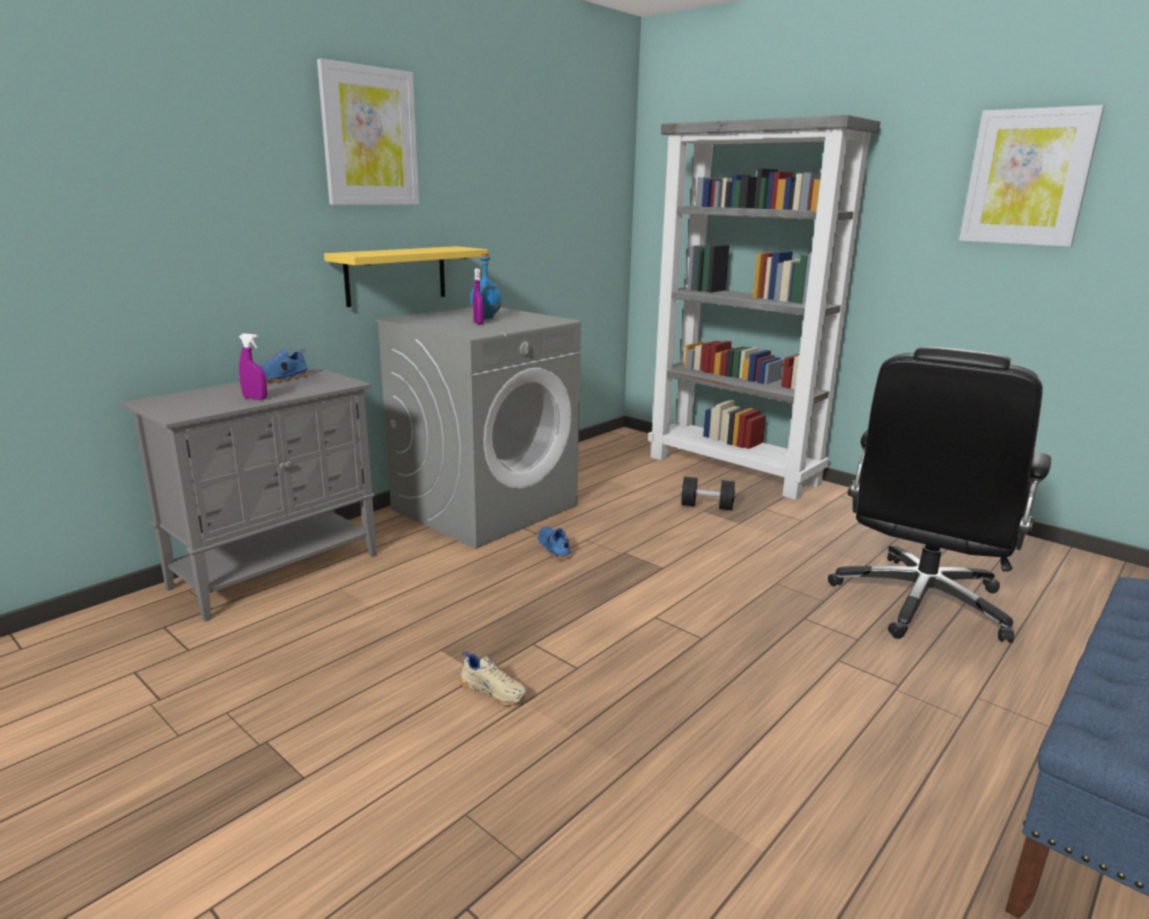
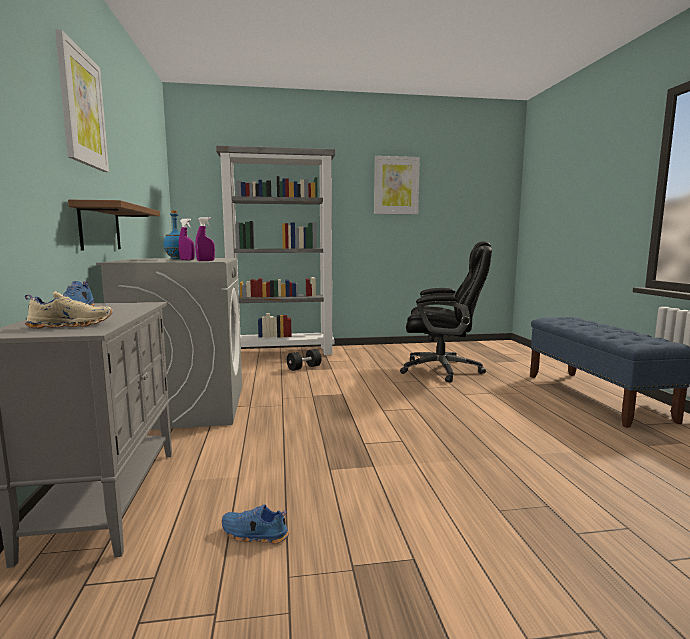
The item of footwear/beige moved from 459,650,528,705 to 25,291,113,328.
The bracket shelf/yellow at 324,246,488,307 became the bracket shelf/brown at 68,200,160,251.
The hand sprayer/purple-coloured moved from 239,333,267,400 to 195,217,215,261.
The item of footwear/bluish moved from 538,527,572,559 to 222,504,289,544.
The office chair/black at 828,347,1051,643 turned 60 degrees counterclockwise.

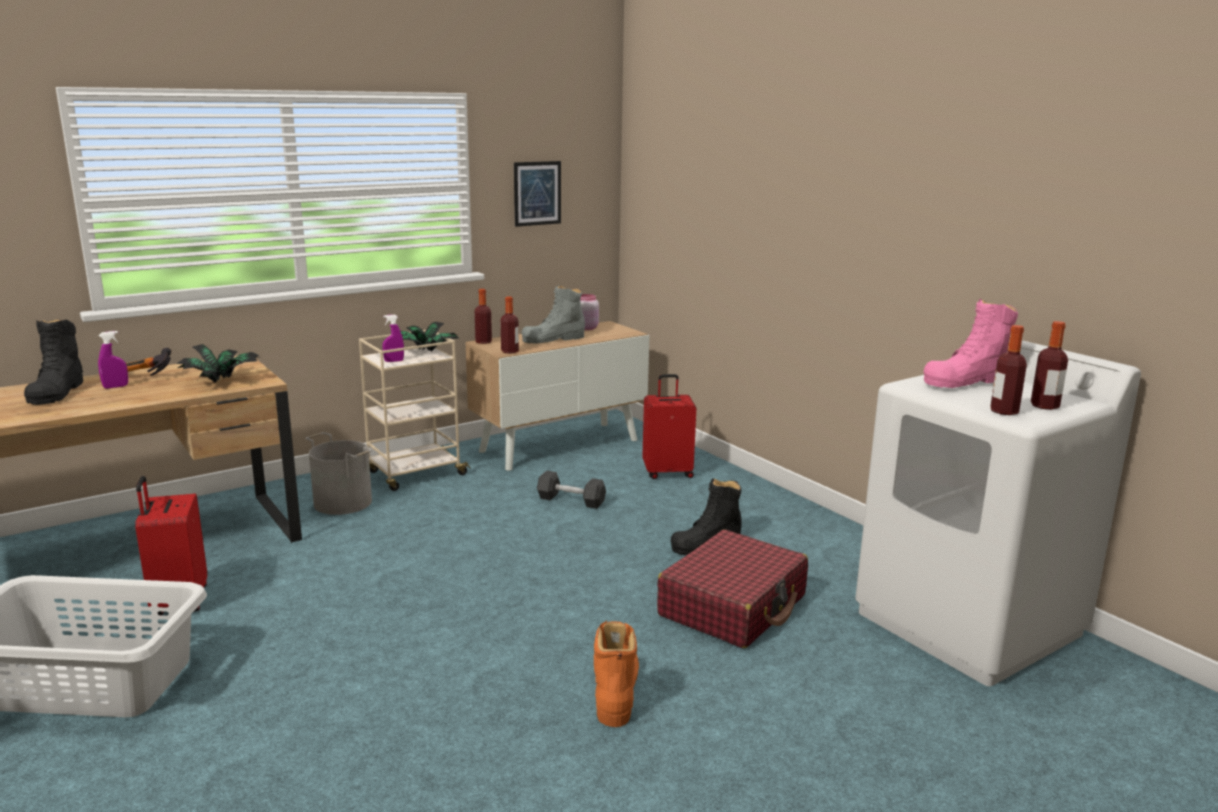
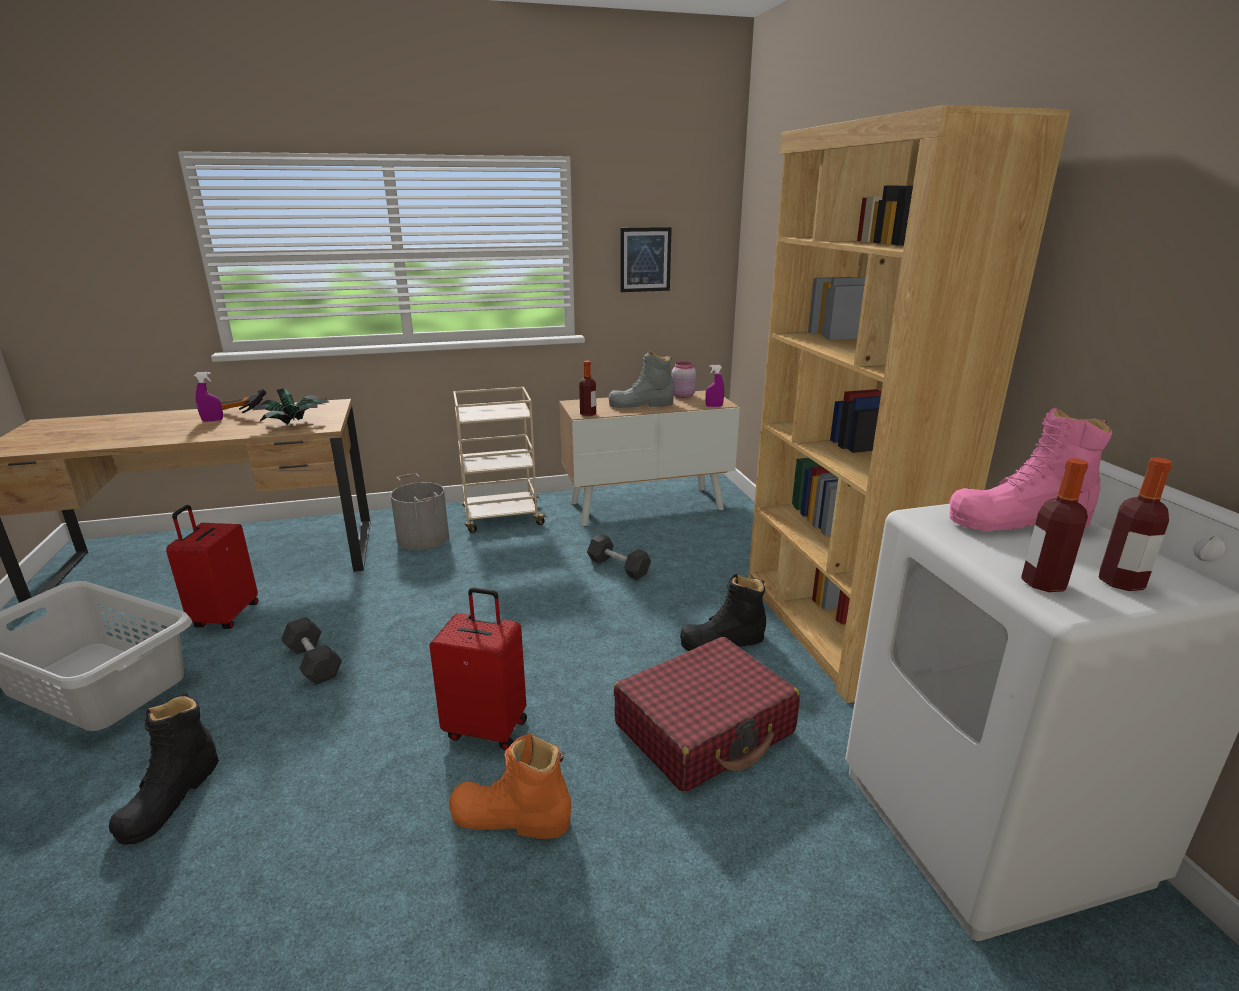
The tall boot/black moved from 24,319,83,405 to 109,694,219,845.
The hand weight/gray at 281,617,342,685 appeared.
The suitcase/reddish moved from 642,374,696,479 to 429,587,527,750.
The tall boot/orange at 594,621,639,727 turned 105 degrees counterclockwise.
The hand sprayer/purple-coloured moved from 383,315,404,362 to 706,365,724,407.
The bookshelf/brown at 748,105,1071,703 appeared.
The potted plant at 401,322,459,352 disappeared.
The bottle at 475,289,492,344 disappeared.

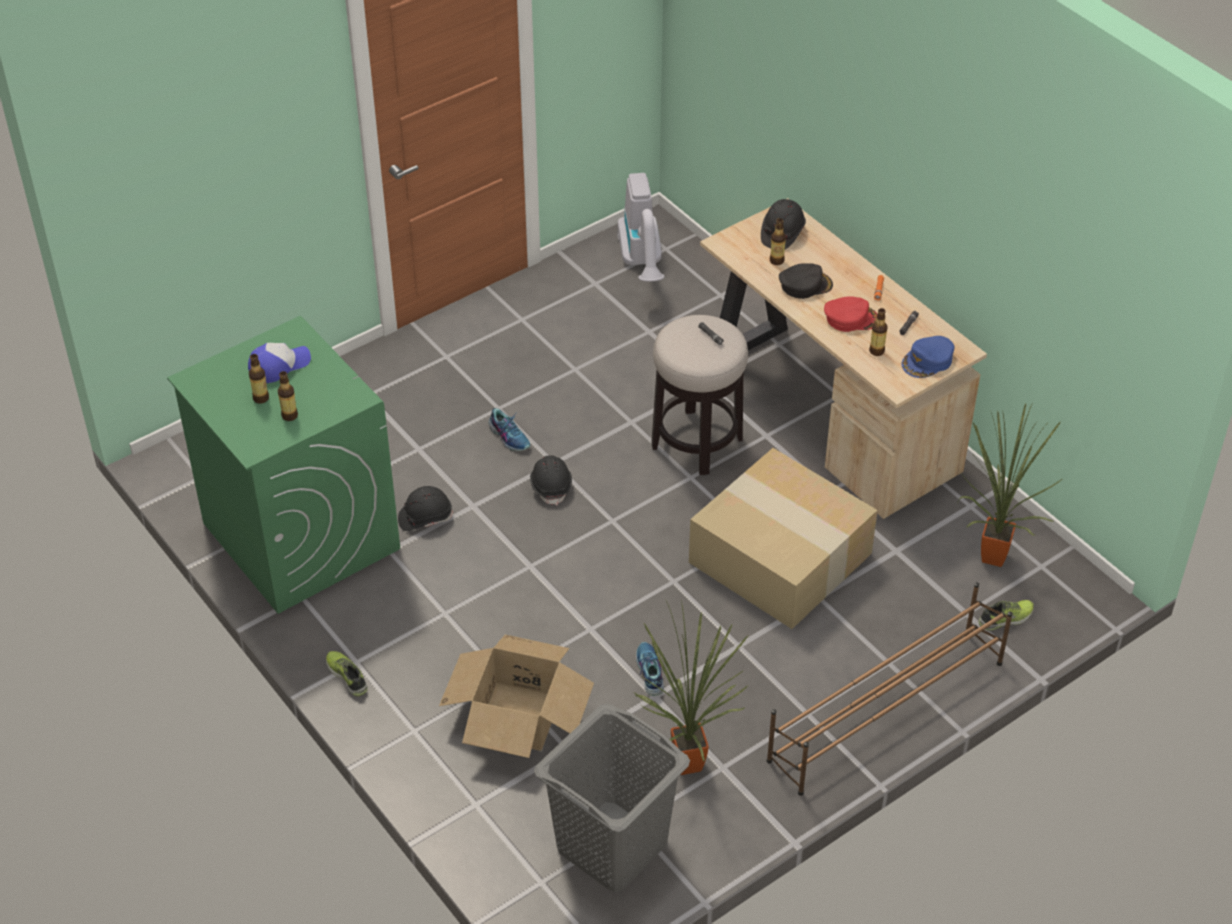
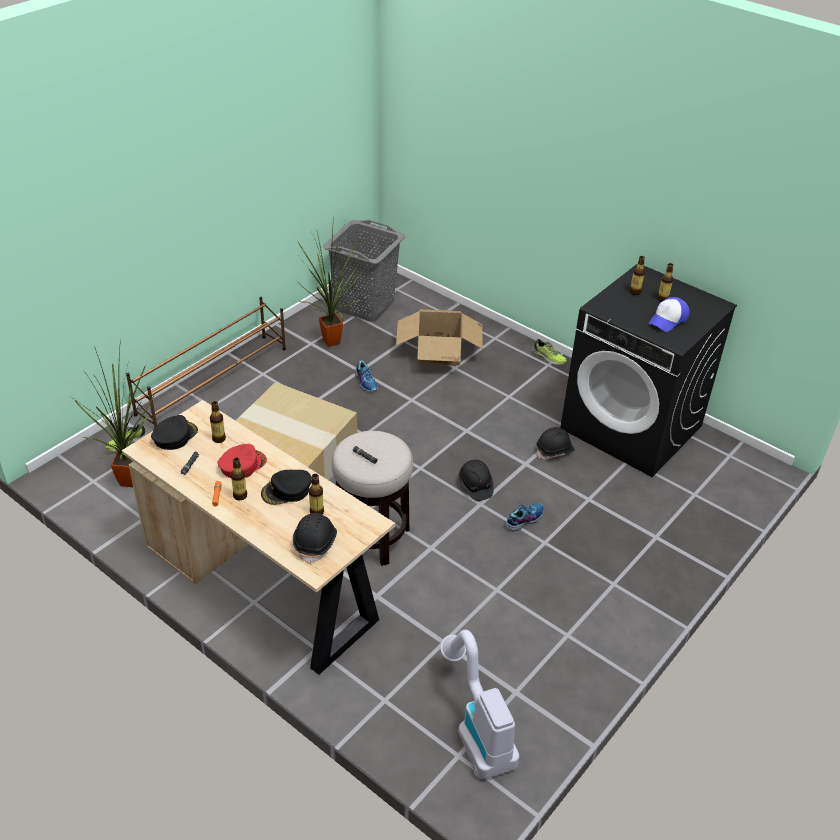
The cap/bluish at 902,336,955,378 became the cap/black at 151,415,198,450.
The cap/reddish at 824,296,878,332 turned 150 degrees clockwise.
The bottle at 231,457,247,500 appeared.
The item of footwear at 488,408,531,451 turned 105 degrees clockwise.
The laundry appliance/green-coloured at 167,316,400,614 became the laundry appliance/black at 560,263,737,477.

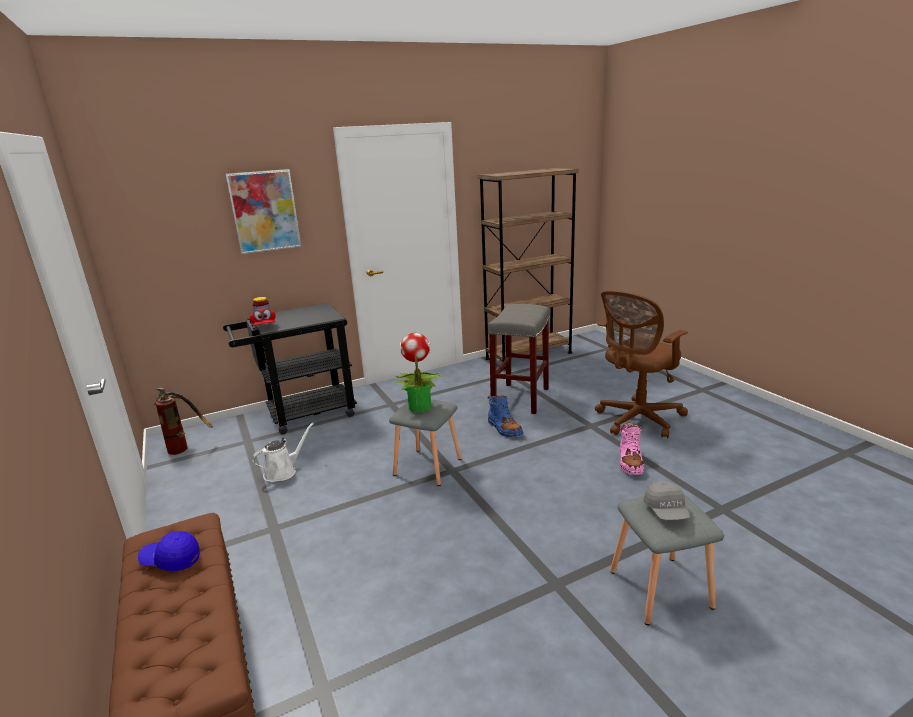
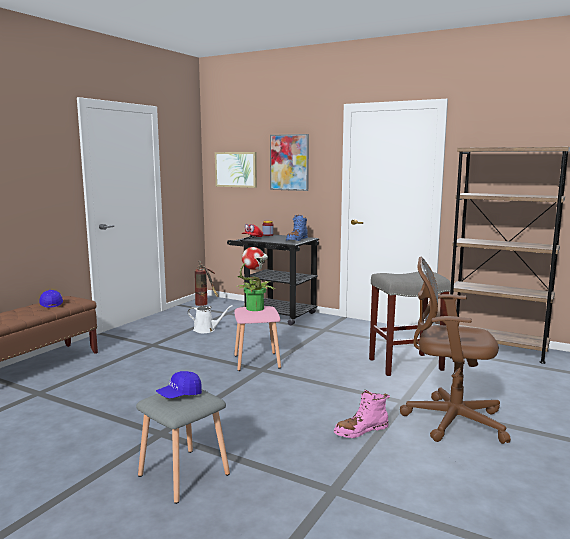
The cap/gray at 644,481,690,520 became the cap/bluish at 156,371,202,399.
The wall picture at 215,152,257,188 appeared.
The stool seat/gray at 389,399,462,486 became the stool seat/pink-coloured at 234,306,281,371.
The tall boot/bluish moved from 487,395,523,437 to 286,215,308,241.

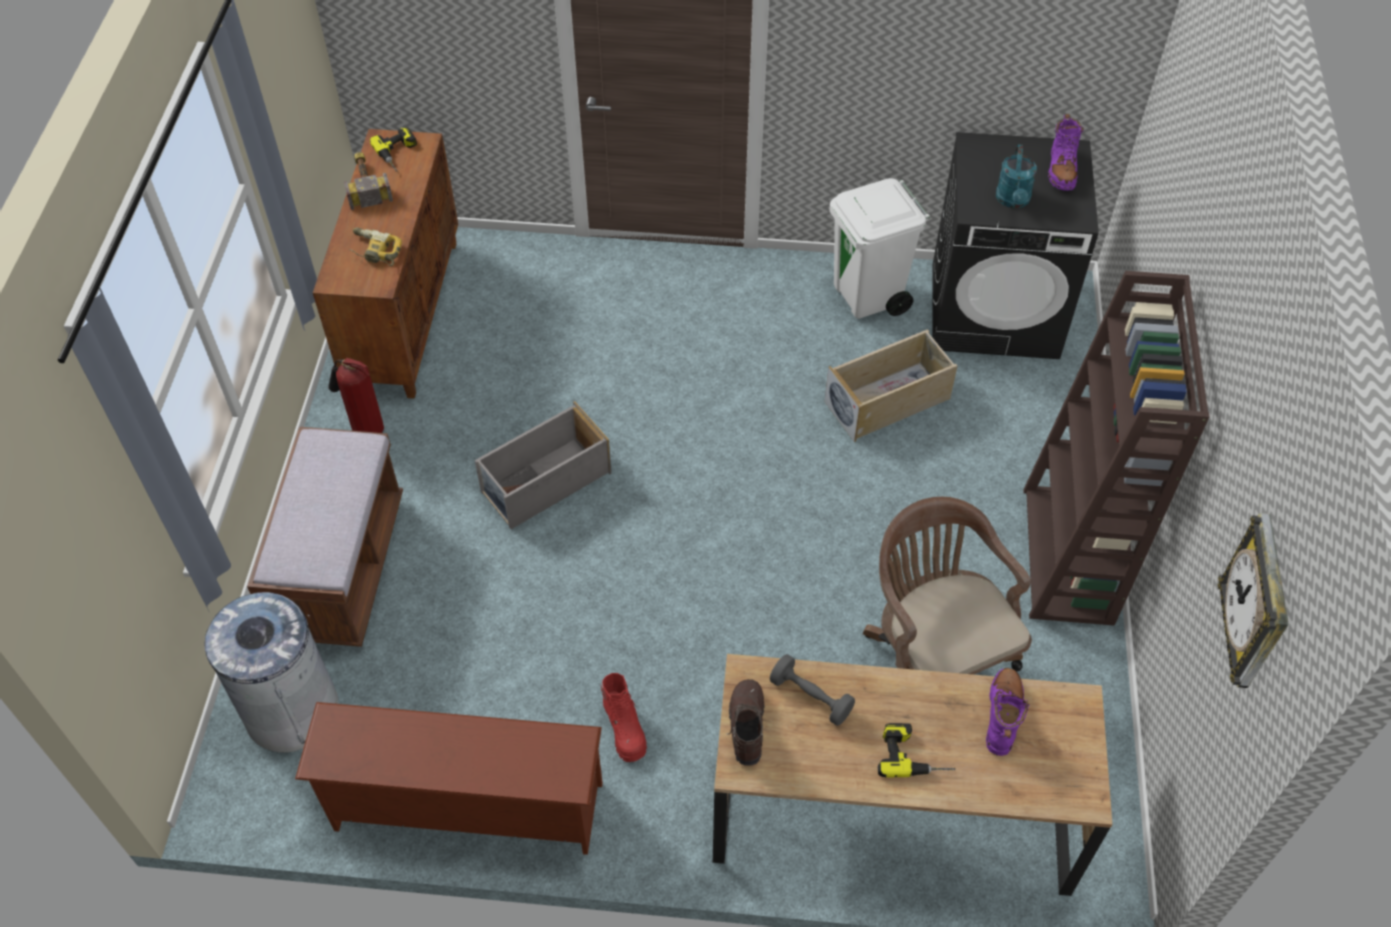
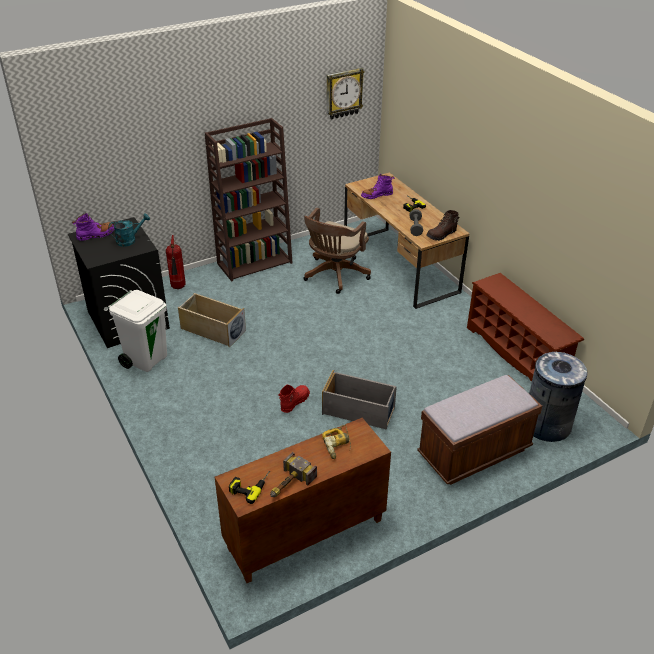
The extinguisher moved from 328,358,384,433 to 166,235,186,289.
The tall boot/reddish moved from 601,673,647,762 to 278,385,310,413.

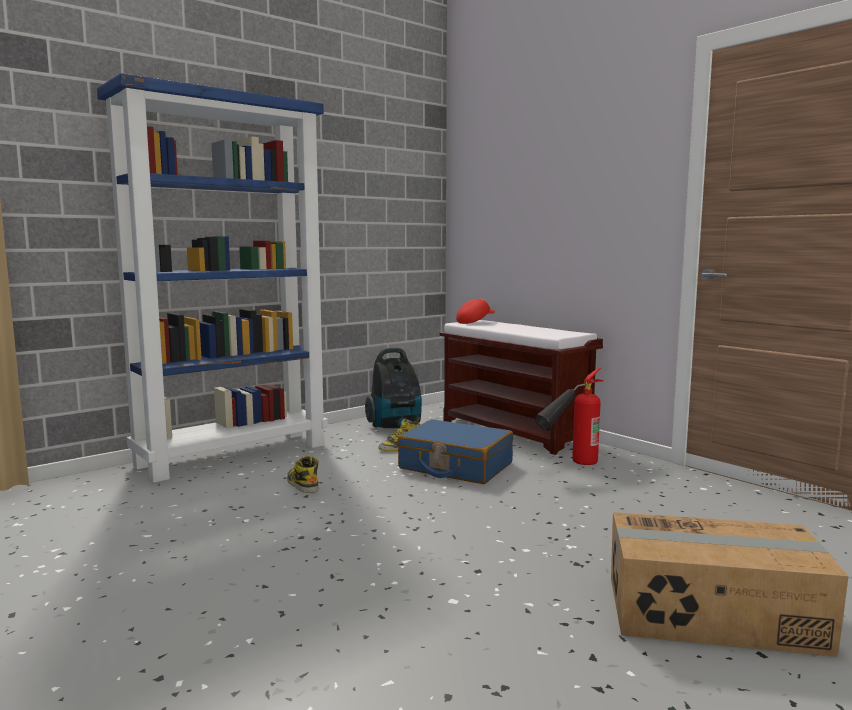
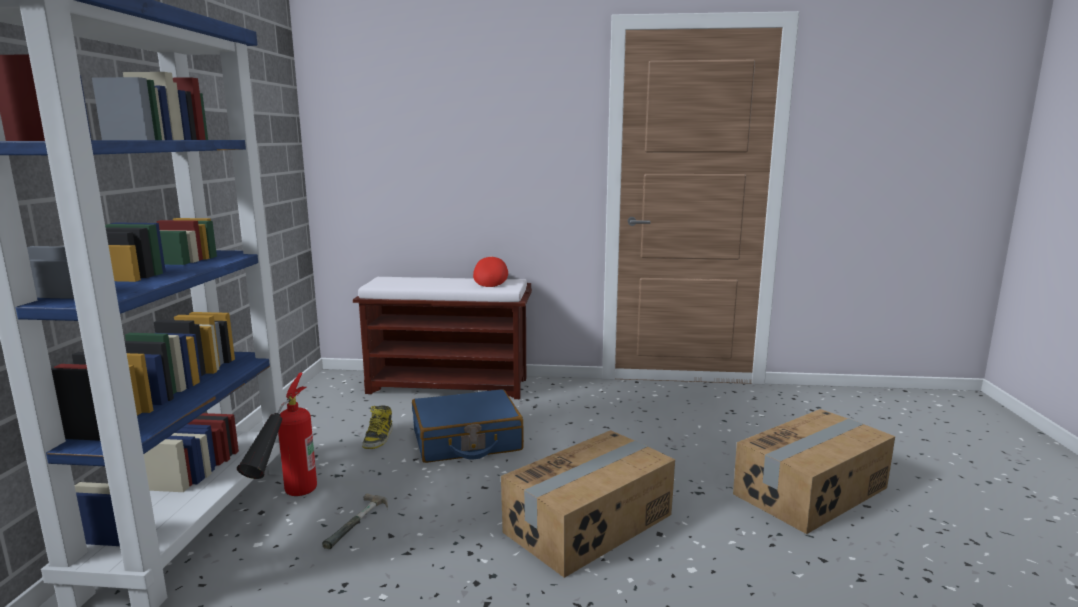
The extinguisher moved from 534,367,603,465 to 237,372,317,496.
The tall boot at 287,456,319,493 was replaced by the tool hammer at 322,493,388,549.
The cap/reddish moved from 456,299,495,324 to 473,256,508,287.
The carton at 501,430,675,578 appeared.
The vacuum cleaner at 365,348,422,428 disappeared.

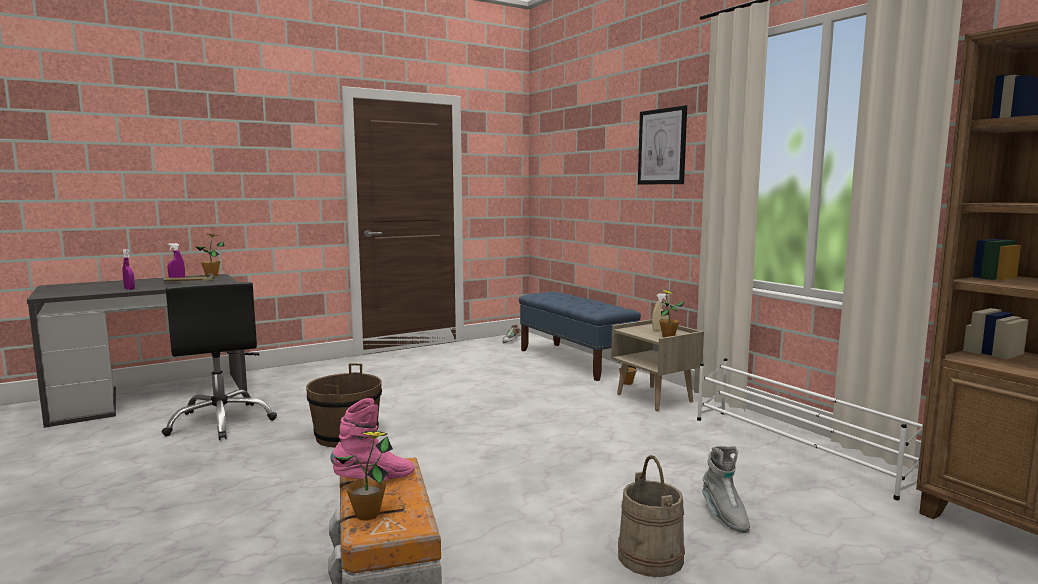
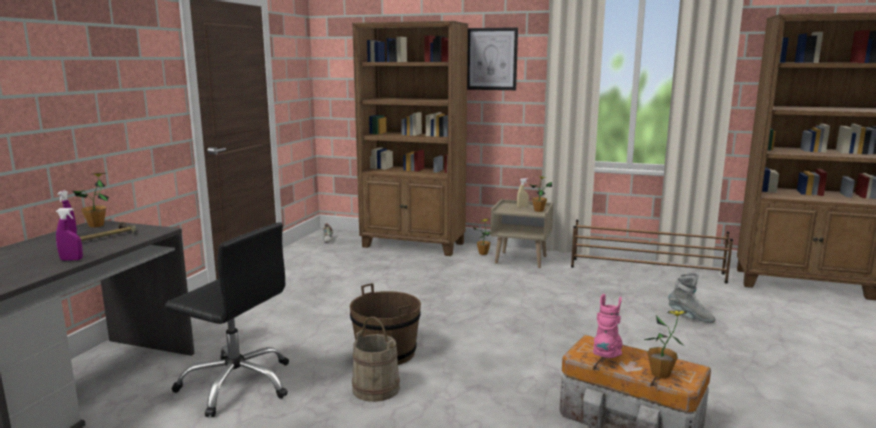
The long seat/bluish at 519,292,641,381 was replaced by the bookshelf/brown at 352,21,468,256.
The pail/beige moved from 618,455,685,577 to 352,317,400,402.
The shoe rack/white-coloured at 697,358,923,500 became the shoe rack/brown at 571,220,733,283.

